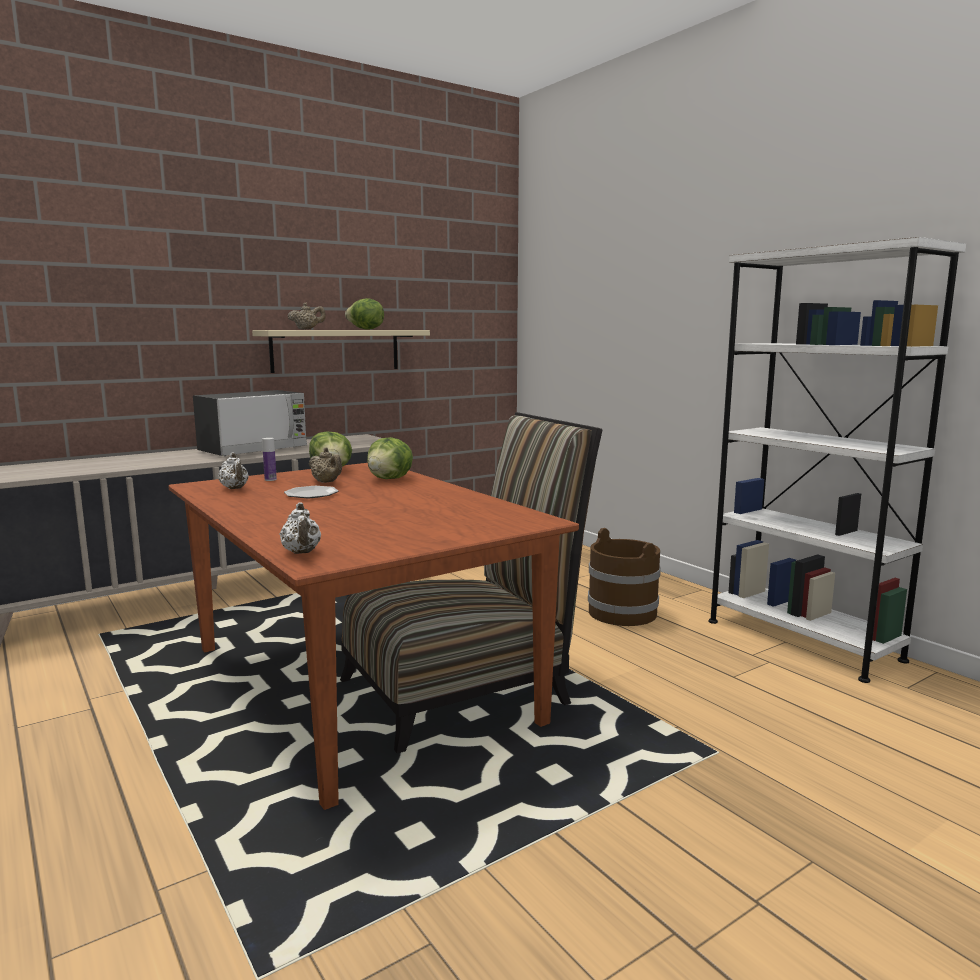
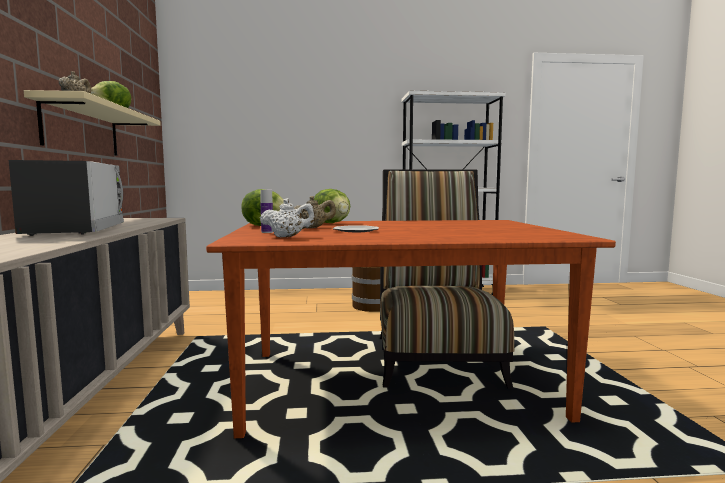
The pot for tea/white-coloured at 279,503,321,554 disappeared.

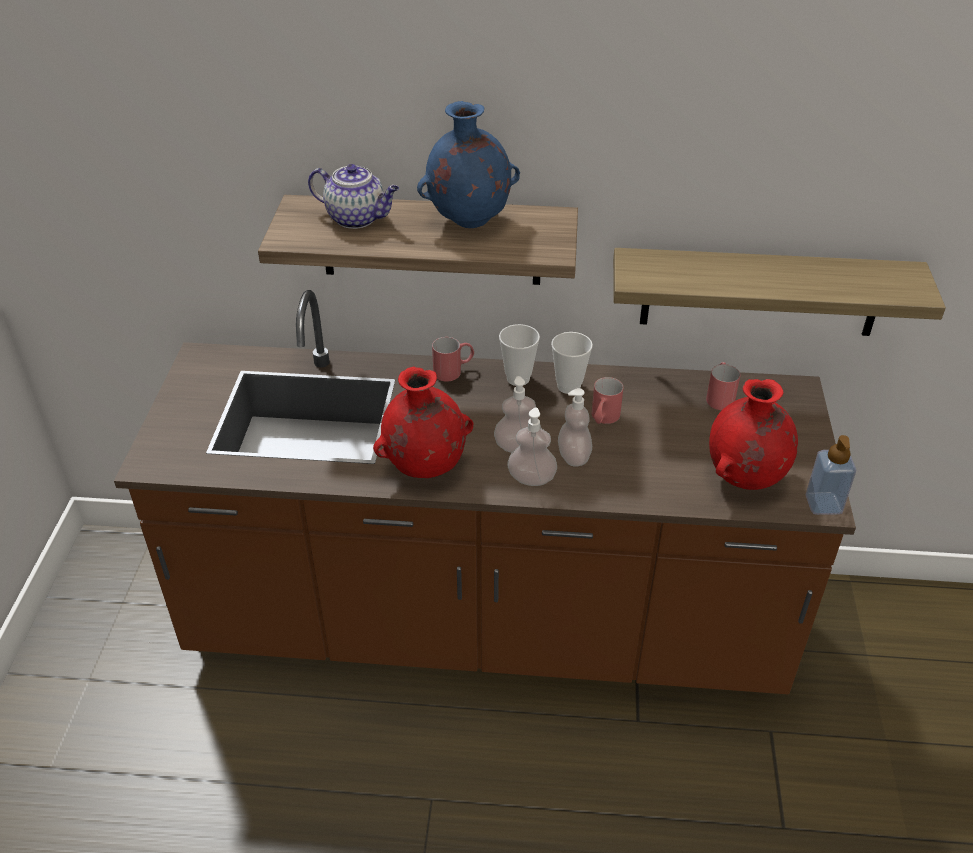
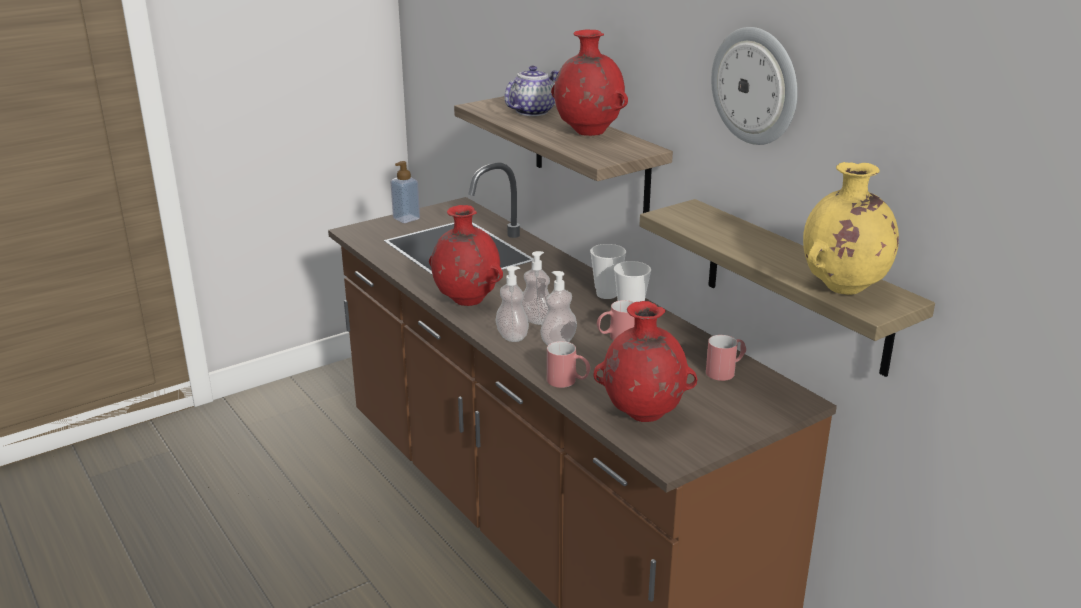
The liquid soap bottle moved from 806,435,856,515 to 391,161,420,223.
The pot for tea at 308,164,399,229 turned 120 degrees counterclockwise.
The mug/reddish moved from 432,337,474,382 to 547,341,590,388.
The flower vase/bluish at 417,101,520,228 became the flower vase/reddish at 551,29,628,136.
The clock on the wall at 711,27,798,145 appeared.
The flower vase/yellow at 803,162,899,295 appeared.

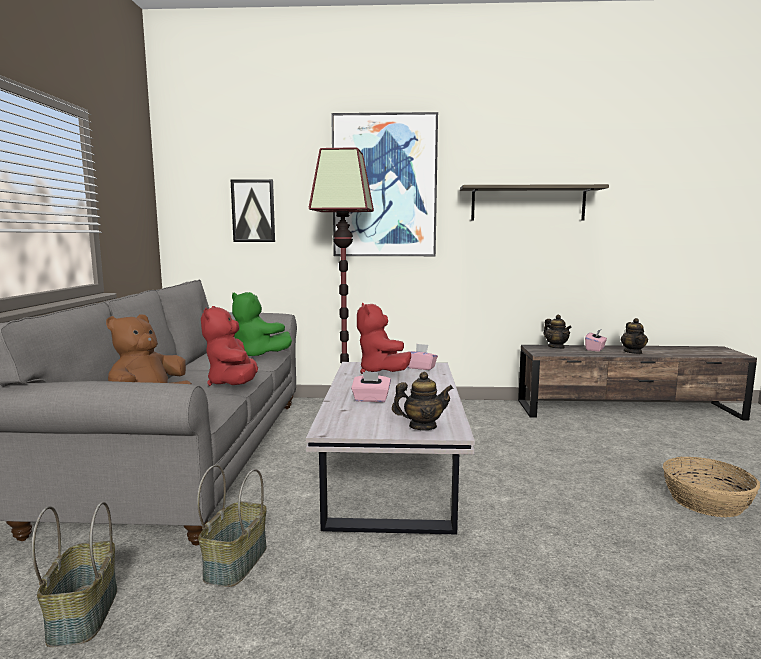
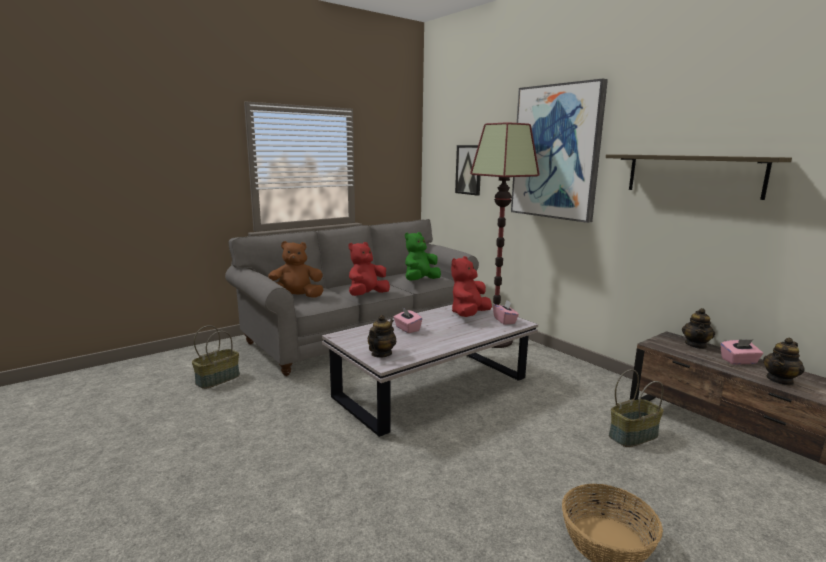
The pot for tea at 392,372,454,430 turned 105 degrees counterclockwise.
The soft toy/green-coloured at 232,292,292,356 turned 60 degrees clockwise.
The household basket moved from 197,465,267,587 to 609,369,664,447.

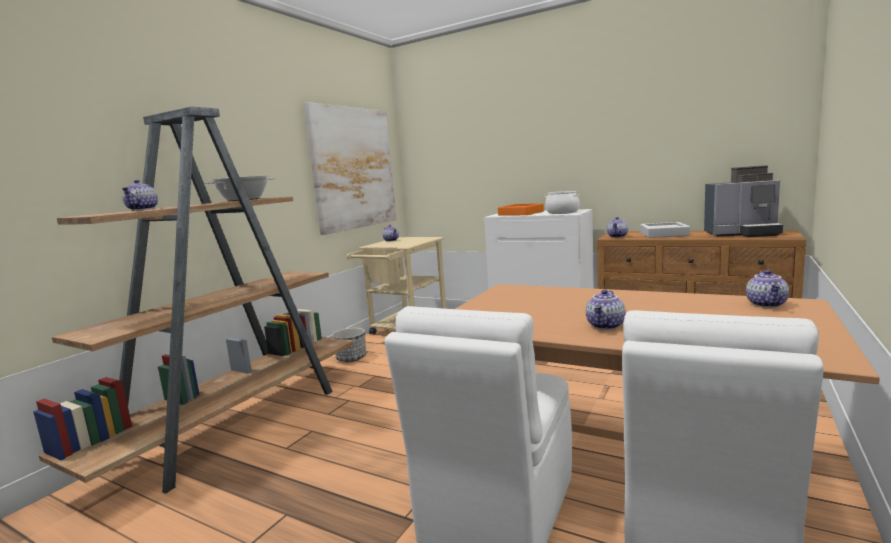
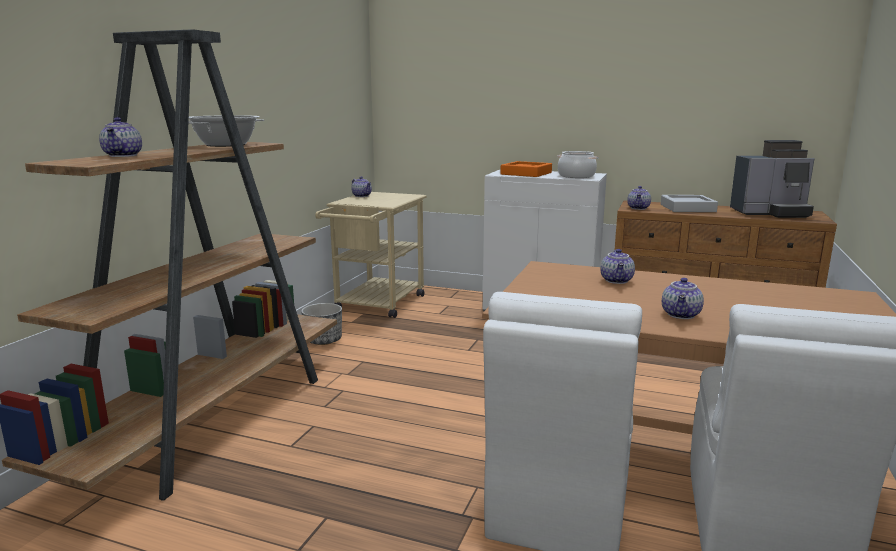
The pot for tea moved from 746,270,789,308 to 600,249,635,284.
The wall picture at 304,102,396,235 disappeared.

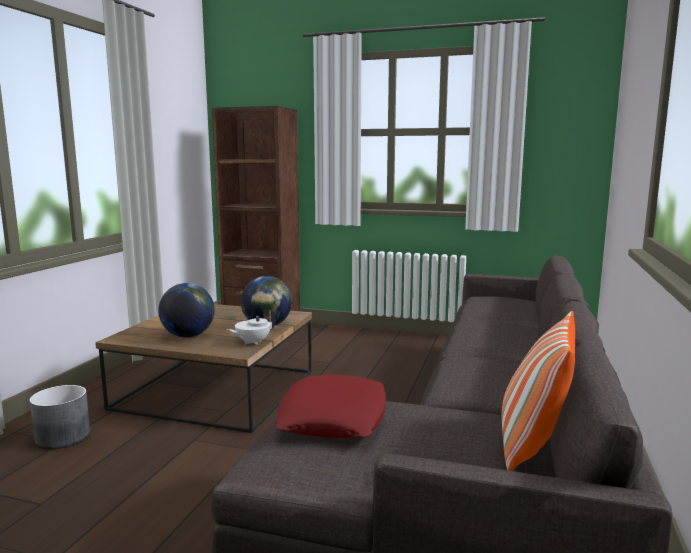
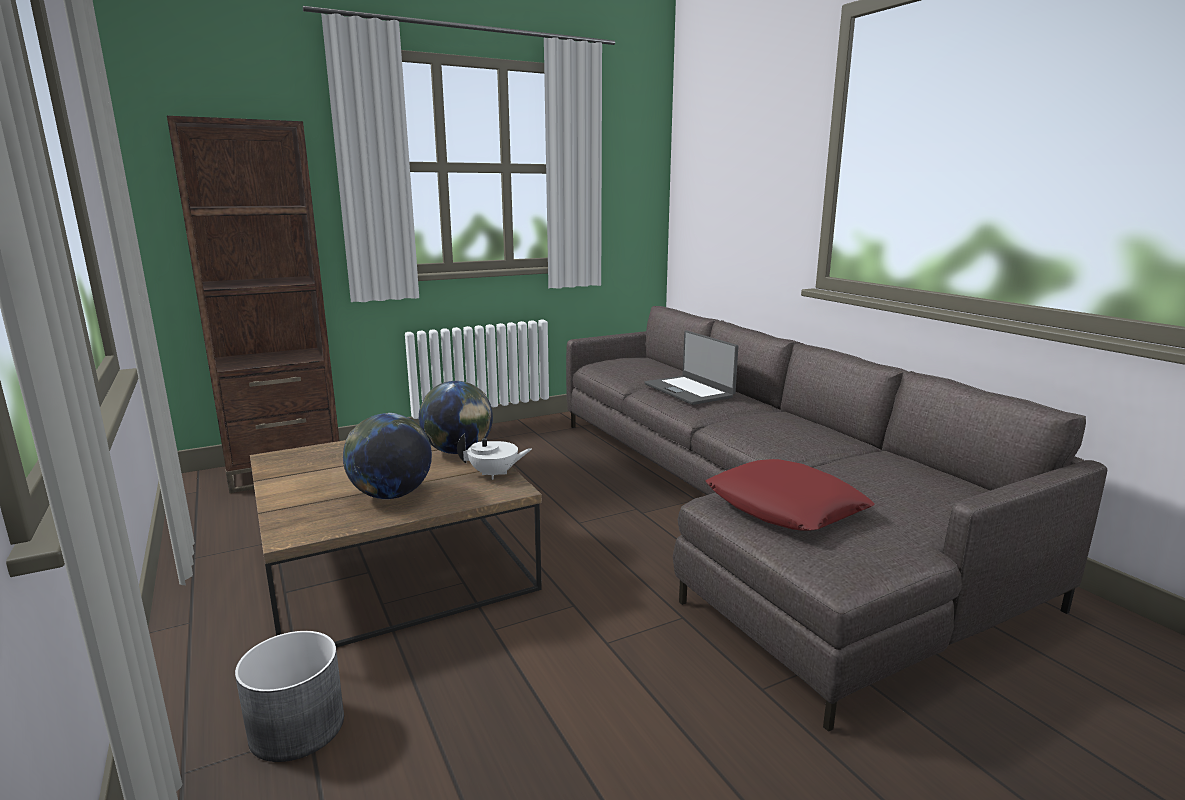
The pot for tea/white-coloured at 226,310,276,345 turned 105 degrees counterclockwise.
The notebook computer at 644,330,738,405 appeared.
The cushion at 502,311,575,471 disappeared.

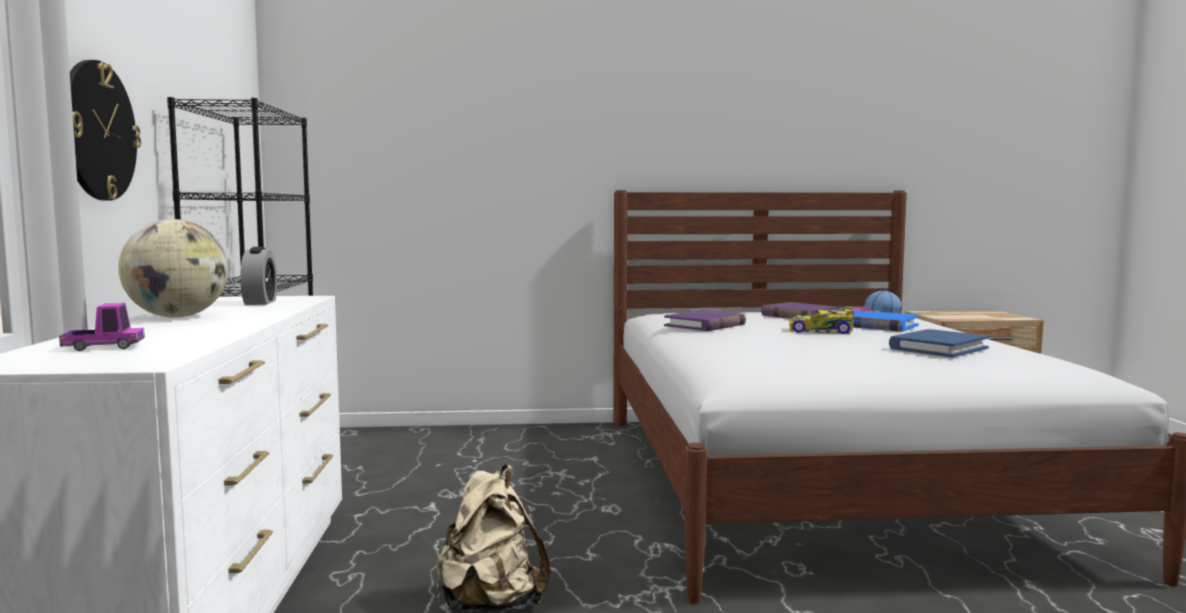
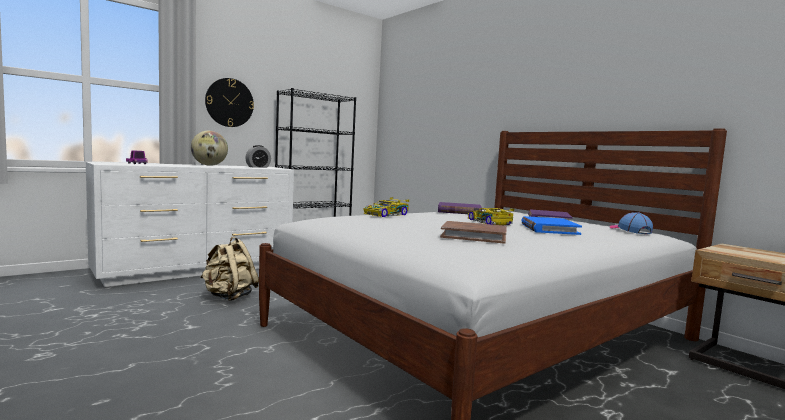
The model car at 364,197,409,217 appeared.
The volume/bluish at 889,329,989,357 became the volume/brown at 440,221,506,244.

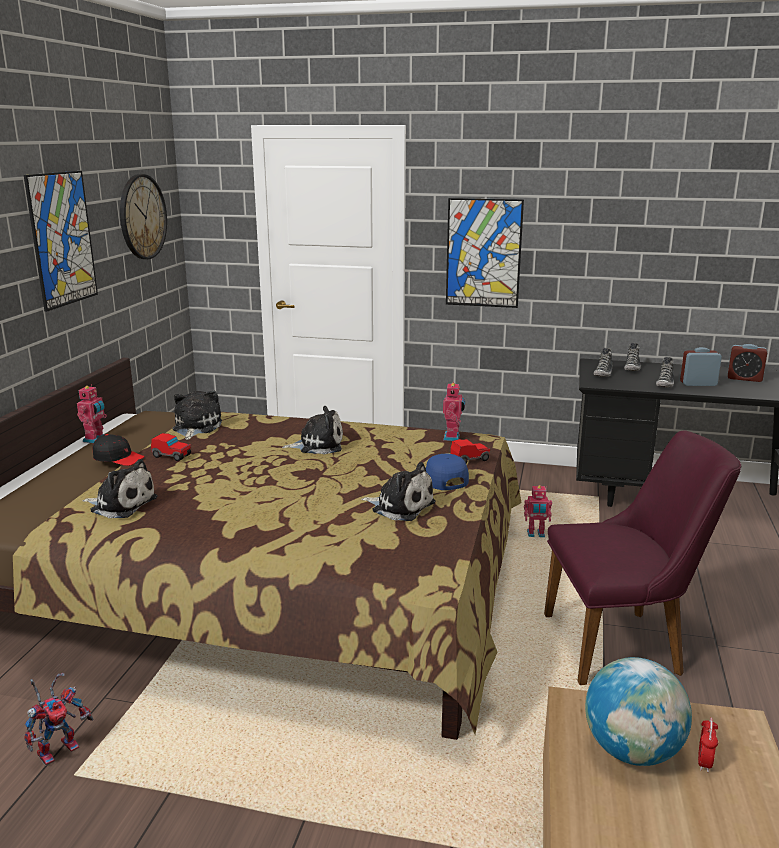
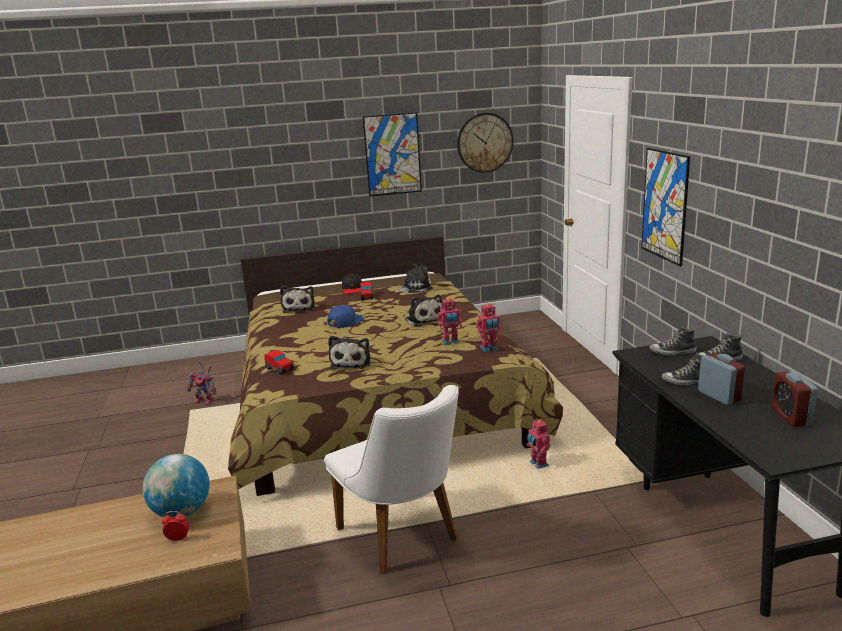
The model car moved from 450,439,491,463 to 265,350,294,374.
The upright chair/purple-coloured at 544,430,741,685 became the upright chair/white-coloured at 324,385,459,574.
The cap/bluish moved from 426,454,469,490 to 328,305,363,328.
The toy robot moved from 77,385,107,443 to 438,298,462,345.

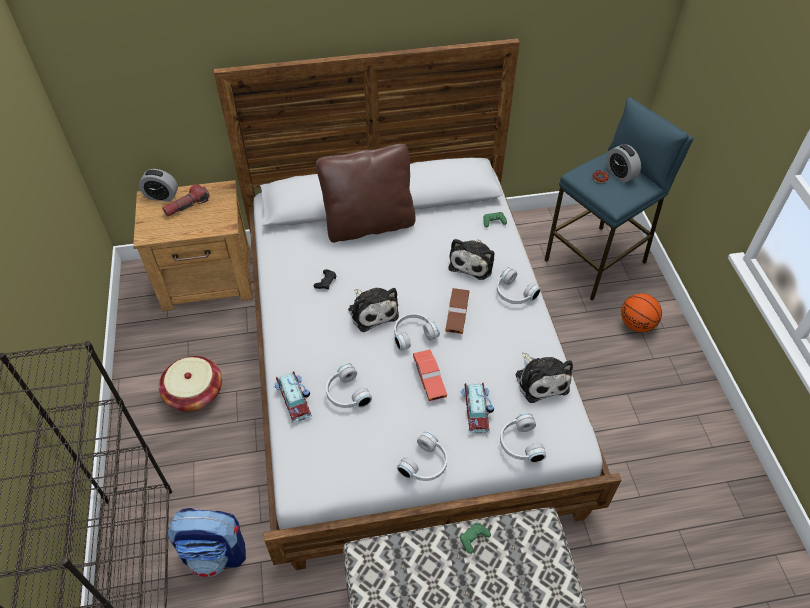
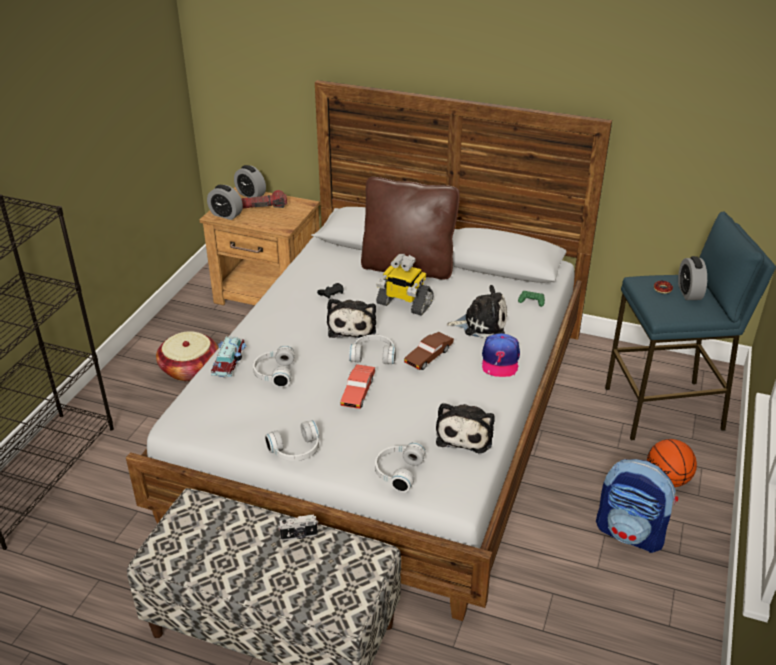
The table clock at 207,185,243,220 appeared.
The game controller/green-coloured at 460,522,491,554 was replaced by the still camera at 278,515,318,540.
The toy robot at 376,254,434,316 appeared.
The soft toy at 448,239,494,280 turned 135 degrees counterclockwise.
The pair of headphones/white-coloured at 497,267,541,304 was replaced by the cap at 482,333,520,377.
The knapsack moved from 168,508,246,577 to 596,459,678,553.
The model car at 461,383,494,433 disappeared.

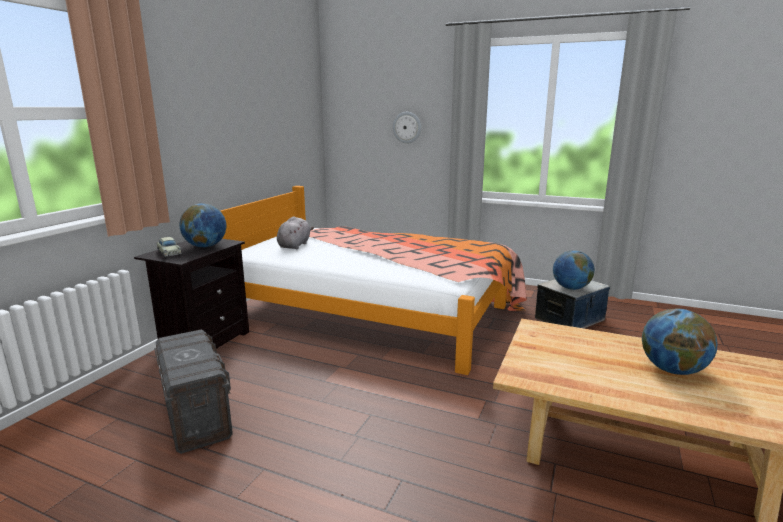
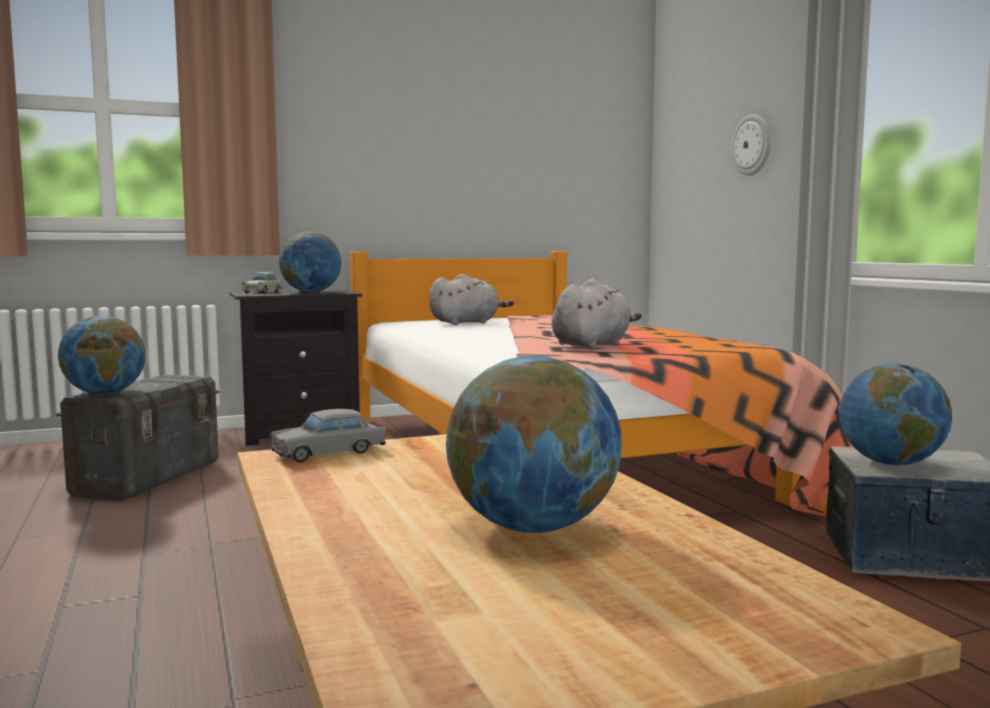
The globe at 58,316,145,395 appeared.
The model car/gray at 270,409,387,462 appeared.
The soft toy/gray at 552,279,642,349 appeared.

